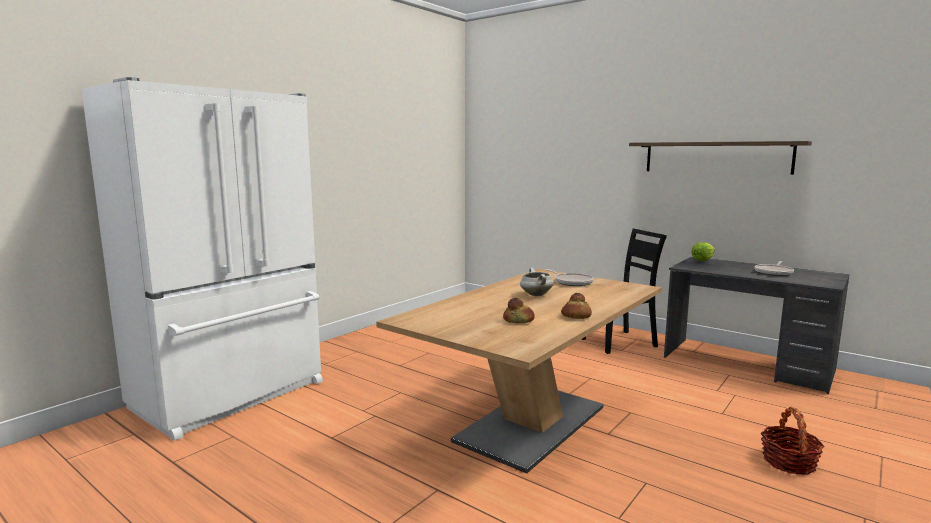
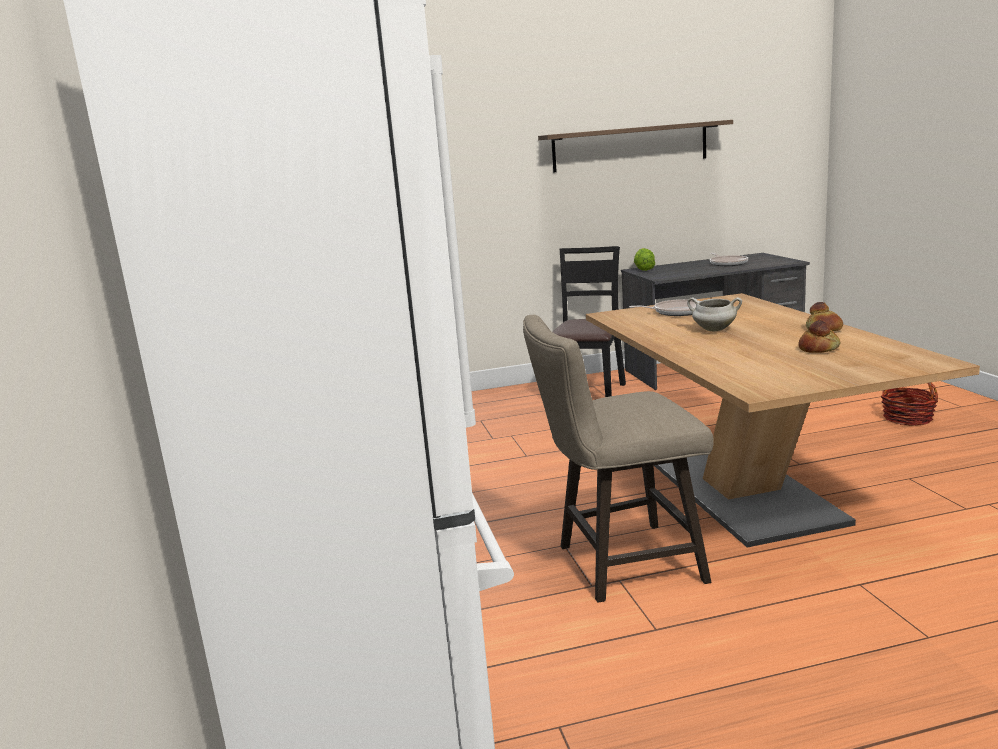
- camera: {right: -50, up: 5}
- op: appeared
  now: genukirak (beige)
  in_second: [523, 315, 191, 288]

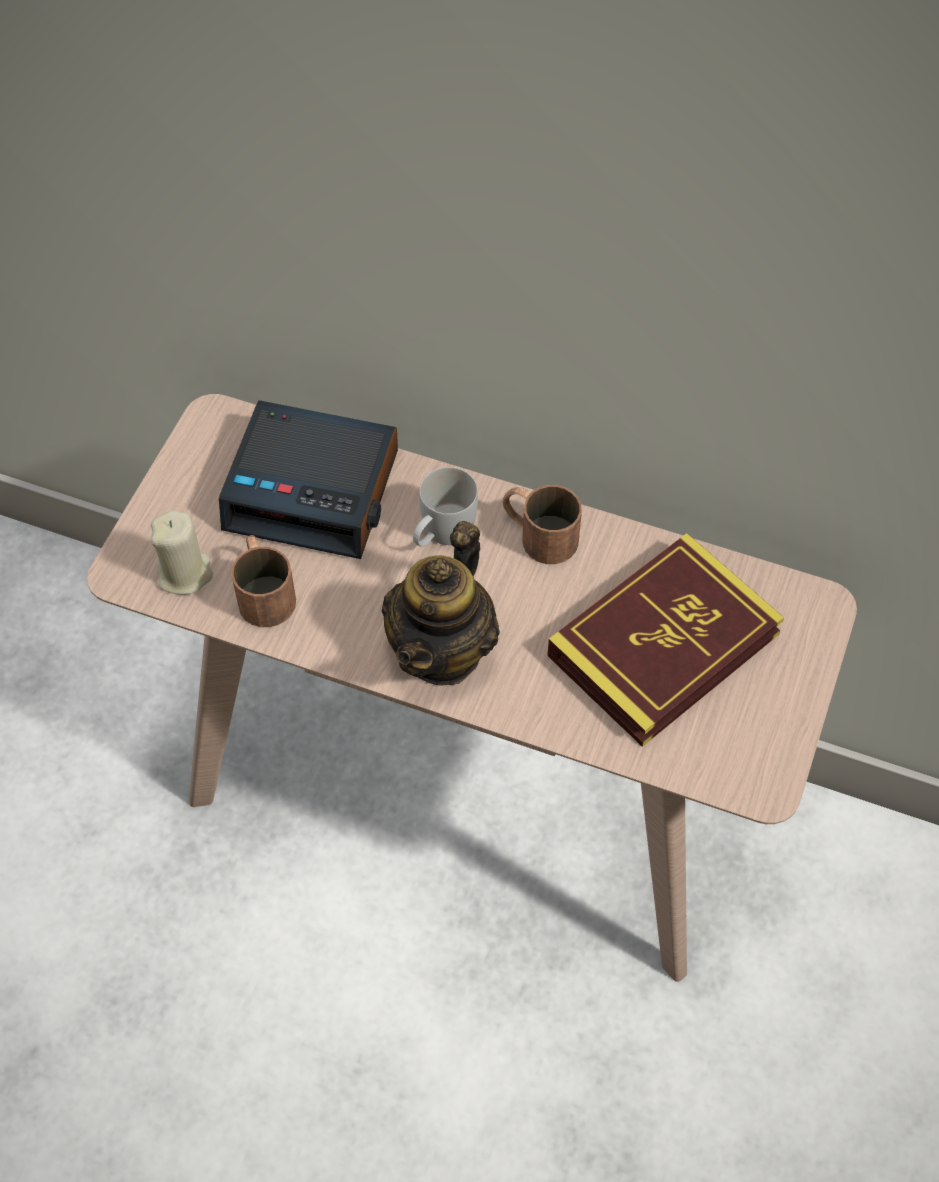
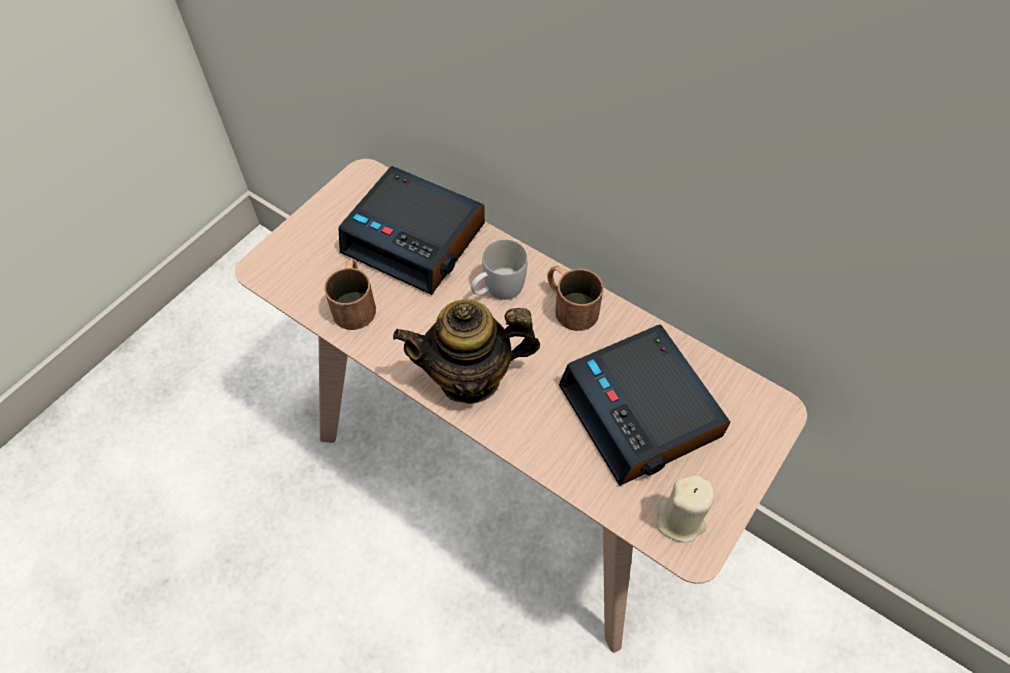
- camera: {right: 15, up: 0}
- op: relocated
  was: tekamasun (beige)
  in_first: [151, 510, 62, 85]
  in_second: [657, 475, 57, 68]
- op: exchanged
  was: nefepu
  now: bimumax
  in_first: [547, 533, 237, 214]
  in_second: [559, 324, 172, 162]
- op: spun
  was: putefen
  in_first: [382, 521, 118, 165]
  in_second: [393, 299, 147, 105]
  clockwise: 45

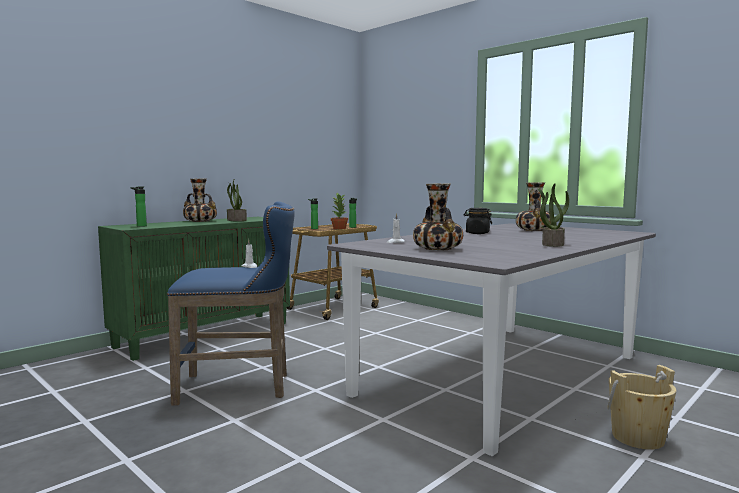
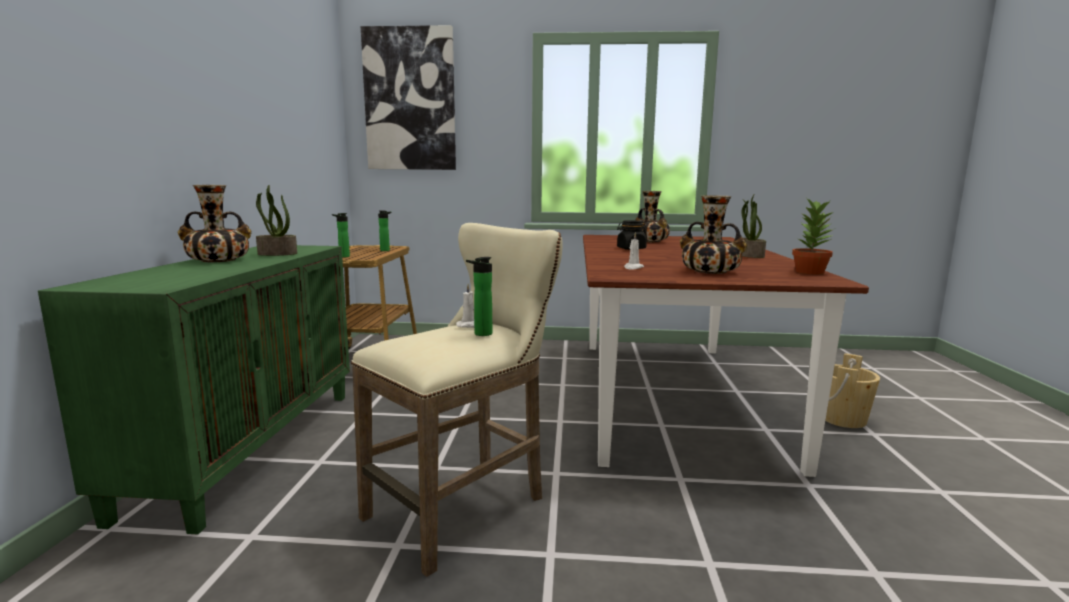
- camera: {right: -40, up: 5}
- op: appeared
  now: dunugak
  in_second: [361, 25, 95, 145]
- op: relocated
  was: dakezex
  in_first: [130, 187, 17, 40]
  in_second: [466, 257, 26, 79]
- op: relocated
  was: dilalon
  in_first: [331, 193, 17, 36]
  in_second: [792, 199, 42, 75]
- op: colour
  was: genukirak (blue)
  now: genukirak (beige)
  in_first: [167, 202, 128, 204]
  in_second: [351, 223, 211, 354]
- op: colour
  was: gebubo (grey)
  now: gebubo (brown)
  in_first: [327, 223, 329, 233]
  in_second: [583, 235, 286, 242]

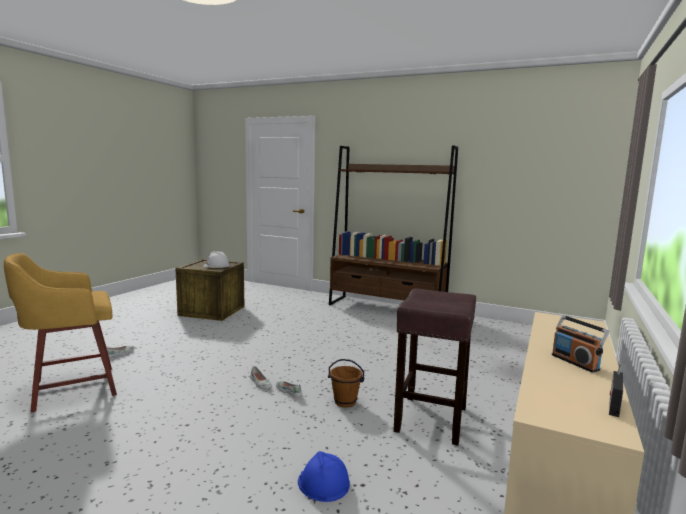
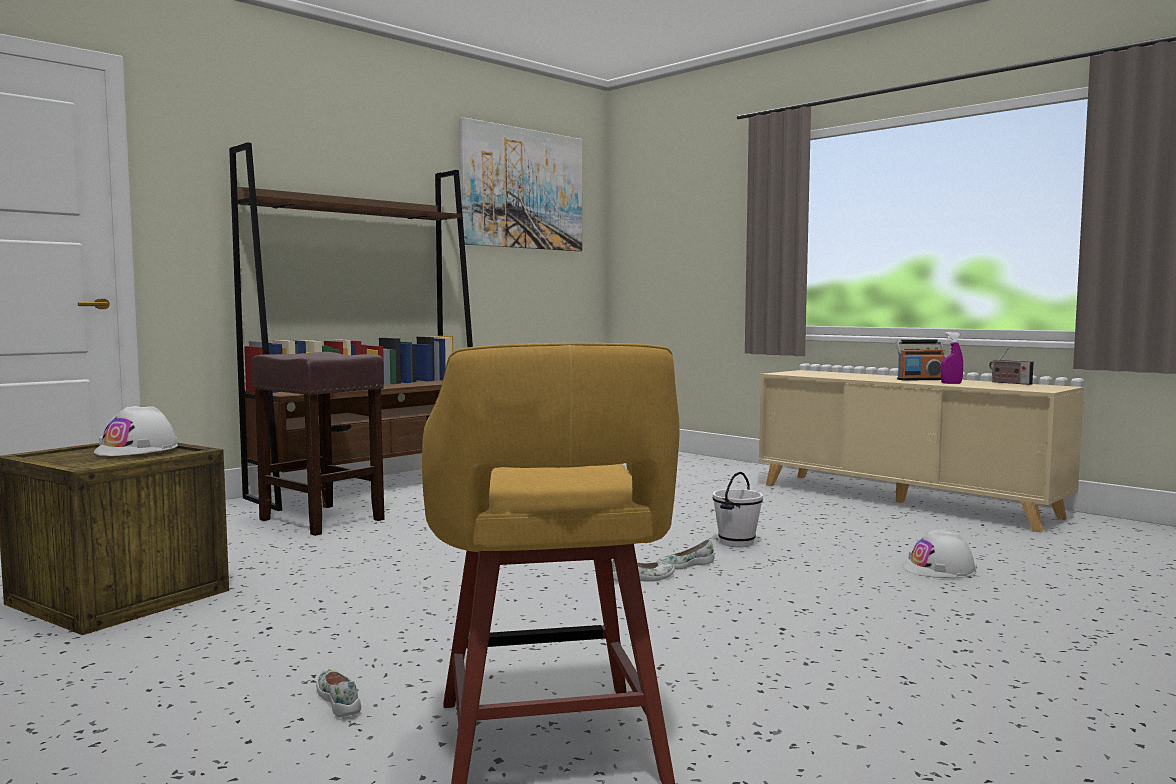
- camera: {right: -70, up: -5}
- op: appeared
  now: dunugak
  in_second: [459, 117, 123, 134]
- op: appeared
  now: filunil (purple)
  in_second: [940, 332, 23, 52]
- op: relocated
  was: genukirak (brown)
  in_first: [393, 288, 83, 158]
  in_second: [251, 352, 133, 184]
- op: colour
  was: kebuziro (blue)
  now: kebuziro (white)
  in_first: [298, 451, 52, 51]
  in_second: [903, 529, 74, 49]
- op: colour
  was: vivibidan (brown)
  now: vivibidan (white)
  in_first: [328, 359, 36, 49]
  in_second: [713, 472, 50, 75]

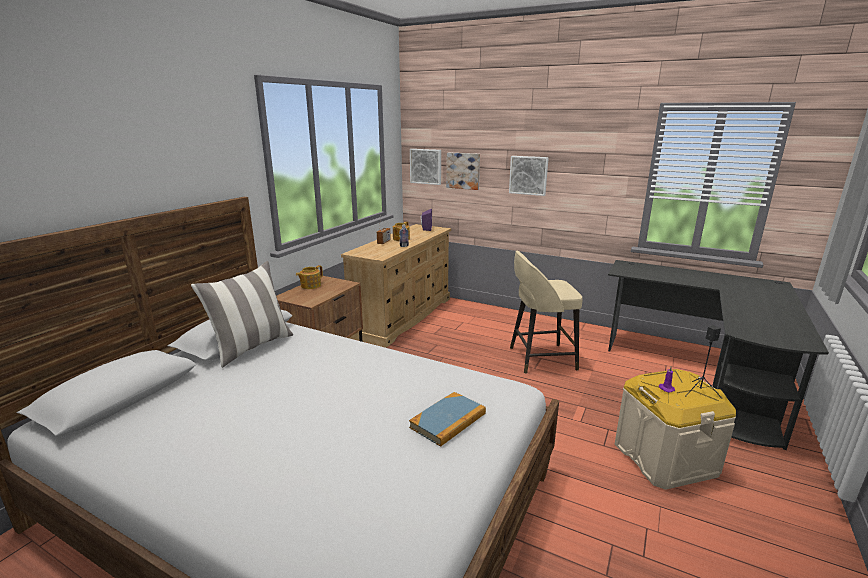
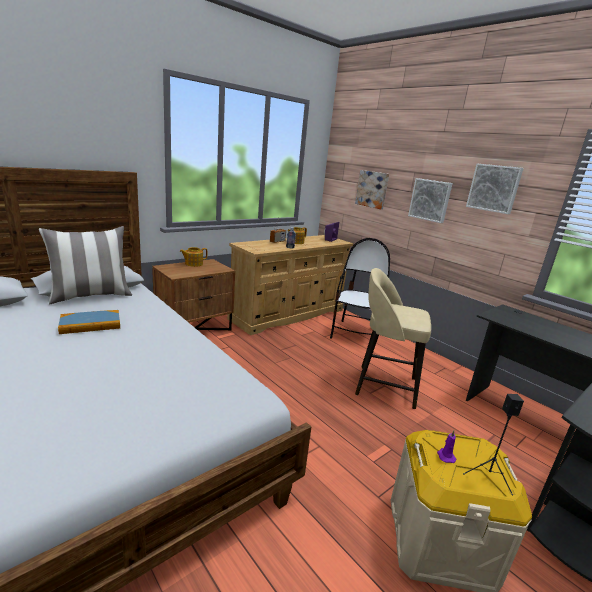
- camera: {right: 20, up: 0}
- op: appeared
  now: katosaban
  in_second: [330, 238, 60, 101]
- op: relocated
  was: nefepu
  in_first: [409, 392, 77, 55]
  in_second: [58, 310, 62, 24]
- op: relocated
  was: dunugak
  in_first: [410, 149, 31, 36]
  in_second: [466, 163, 58, 51]

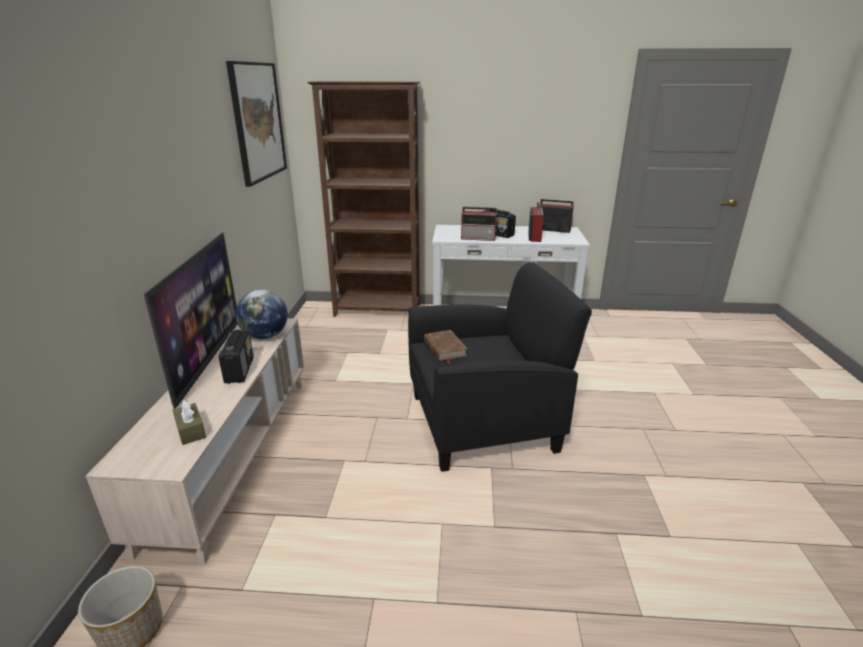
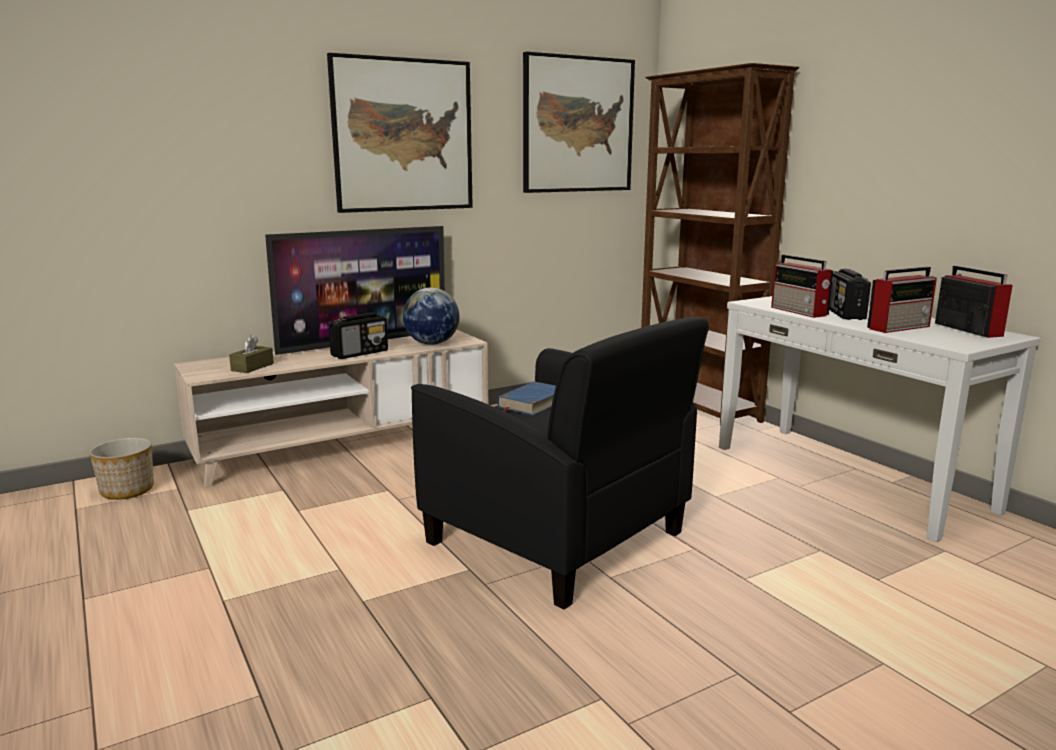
- camera: {right: 55, up: -10}
- op: appeared
  now: dunugak
  in_second: [327, 53, 146, 160]
- op: colour
  was: nefepu (brown)
  now: nefepu (blue)
  in_first: [424, 330, 43, 34]
  in_second: [497, 381, 59, 34]

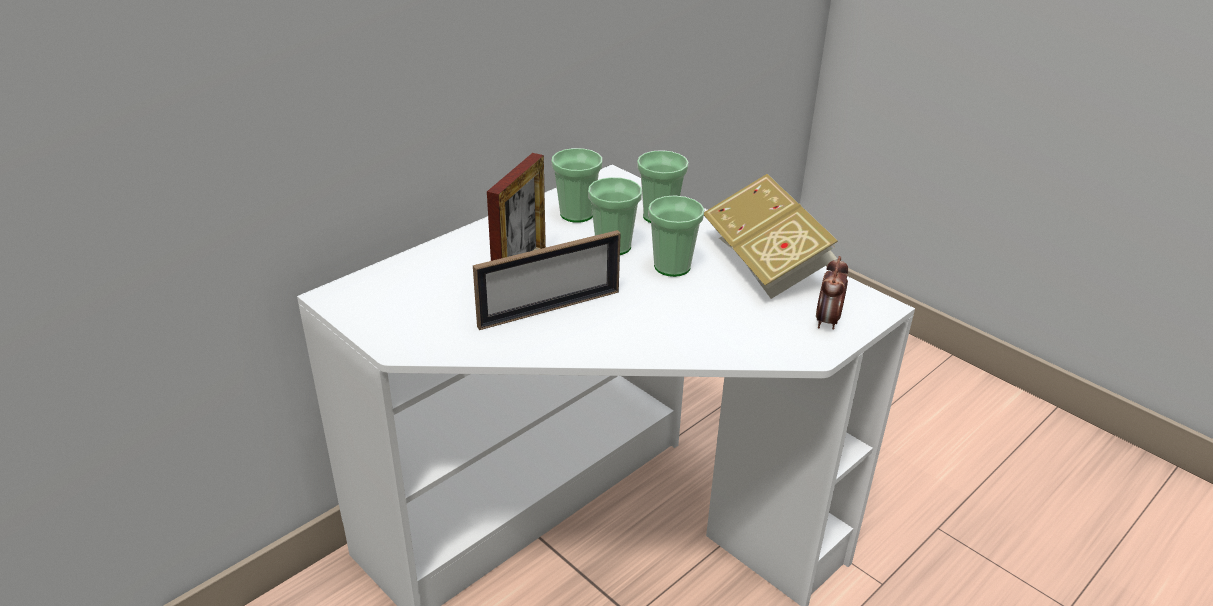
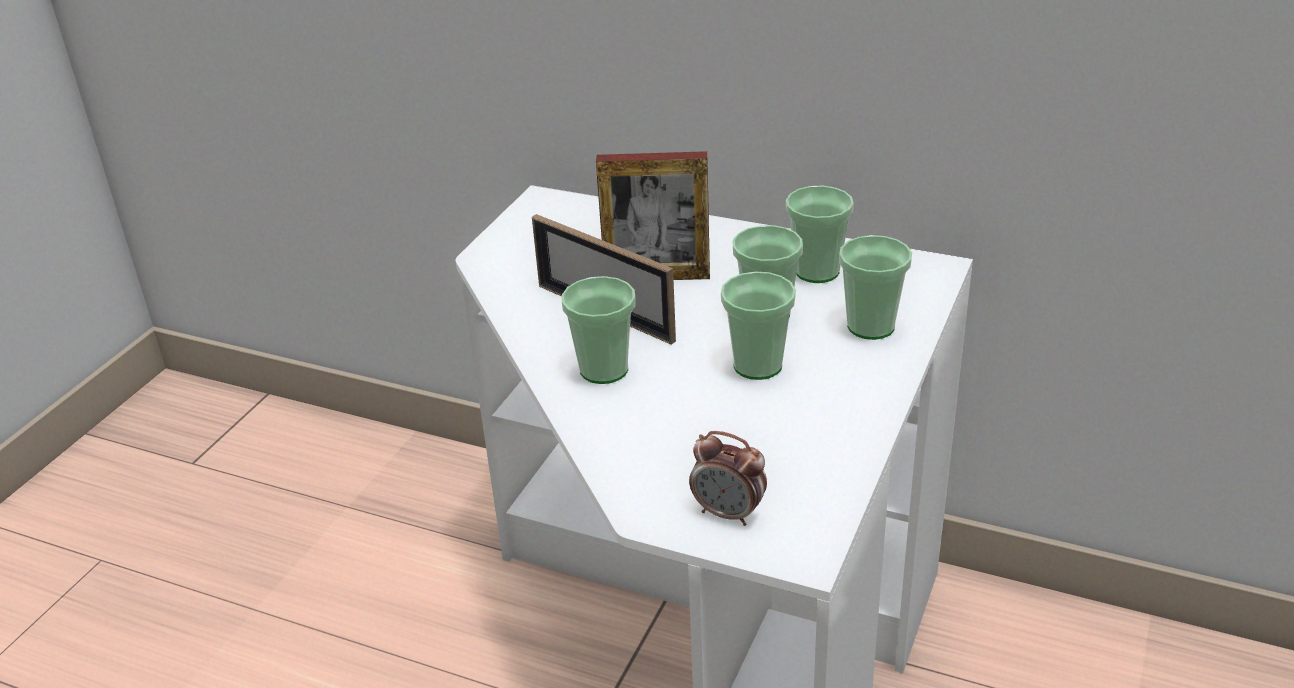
- camera: {right: 70, up: 0}
- op: missing
  was: nefepu
  in_first: [704, 174, 134, 125]
- op: appeared
  now: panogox
  in_second: [562, 276, 74, 108]
- op: spun
  was: bimumax
  in_first: [816, 256, 32, 74]
  in_second: [689, 431, 78, 95]
  clockwise: -150

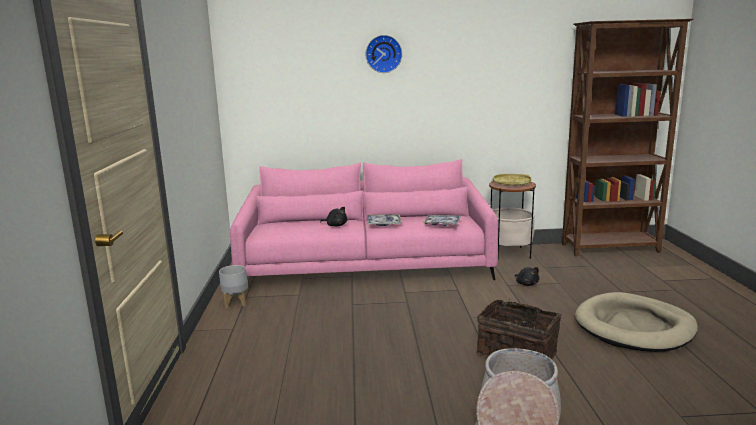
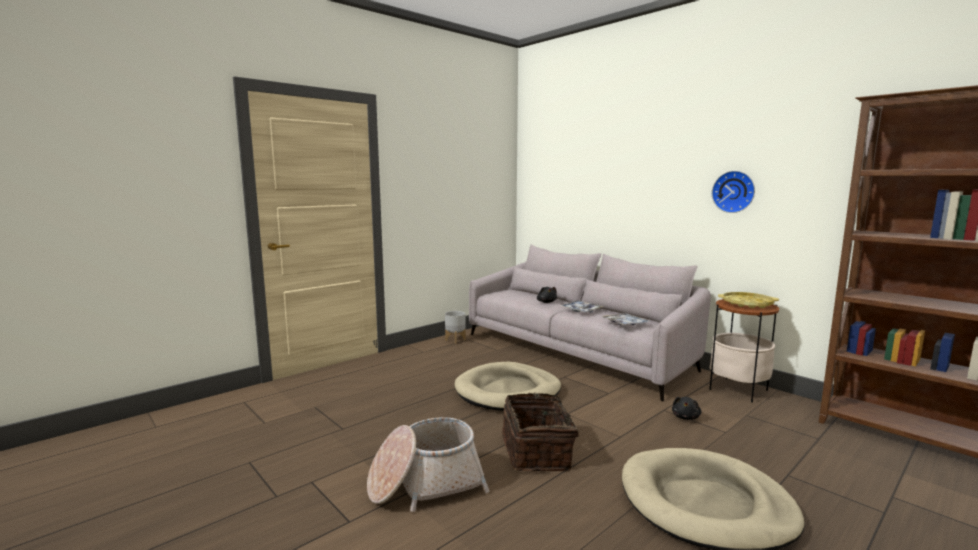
- camera: {right: 50, up: -5}
- op: appeared
  now: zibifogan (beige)
  in_second: [455, 362, 106, 49]
- op: relocated
  was: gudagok
  in_first: [366, 35, 36, 38]
  in_second: [712, 171, 43, 42]
- op: colour
  was: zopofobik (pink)
  now: zopofobik (grey)
  in_first: [230, 159, 268, 121]
  in_second: [469, 245, 242, 156]

